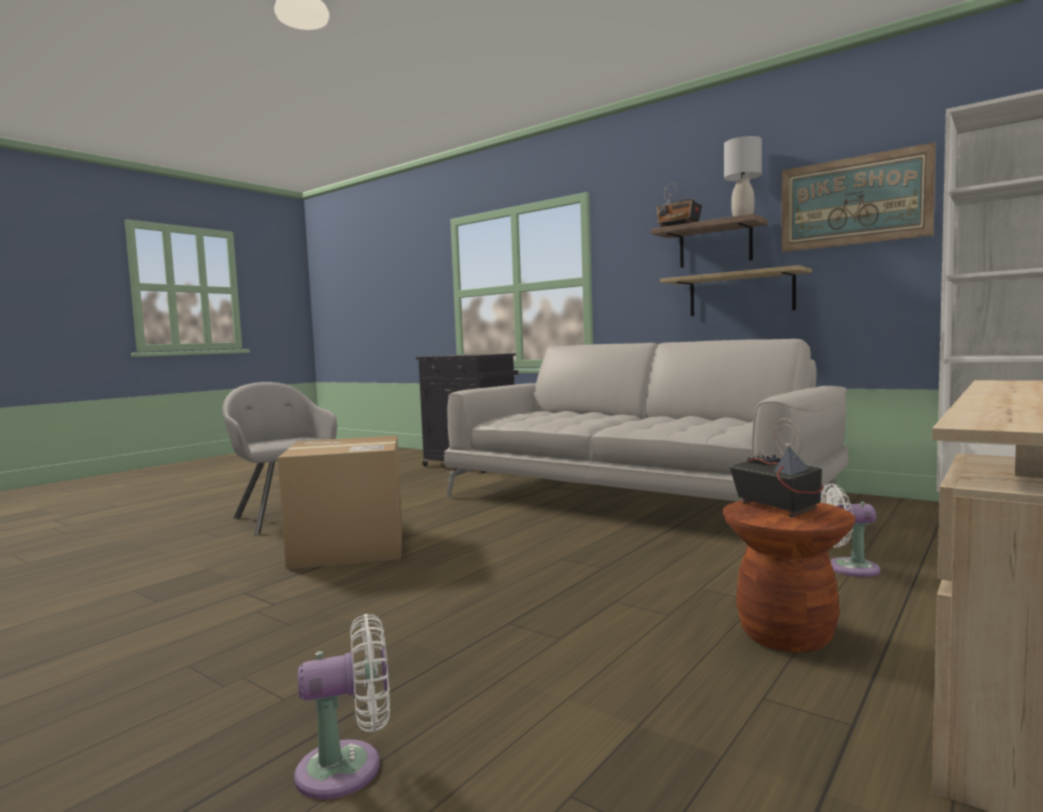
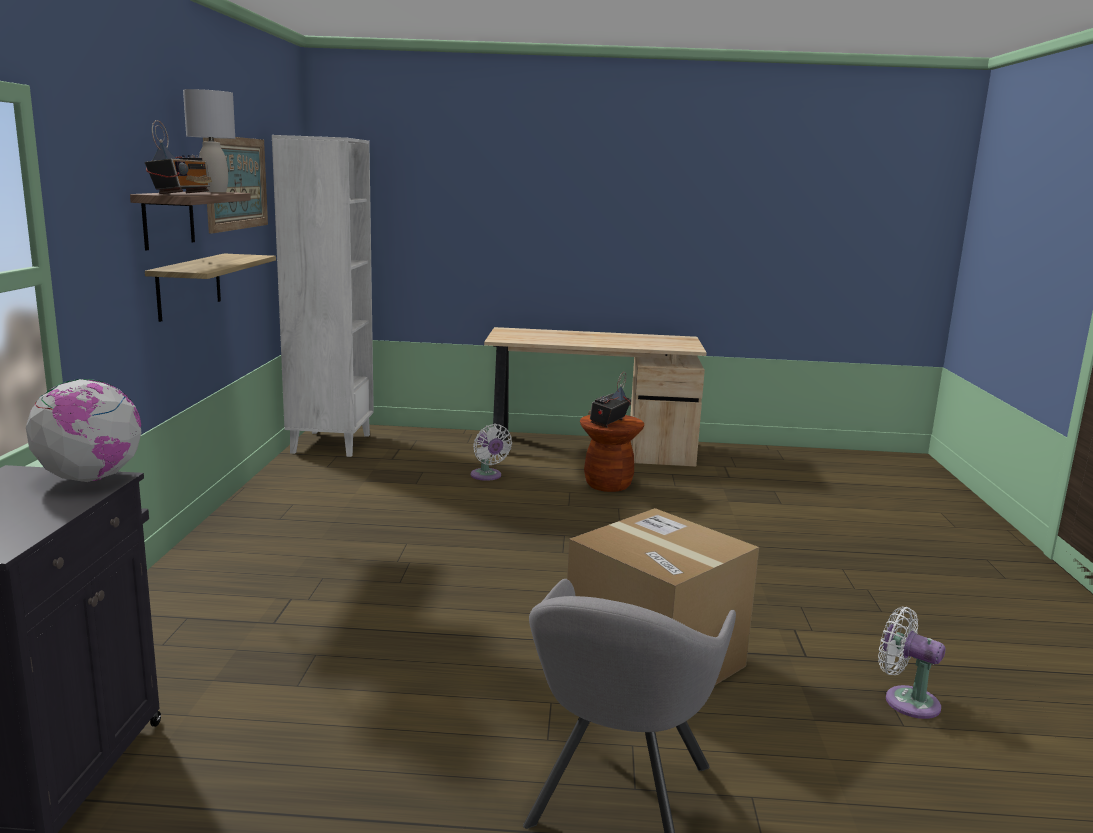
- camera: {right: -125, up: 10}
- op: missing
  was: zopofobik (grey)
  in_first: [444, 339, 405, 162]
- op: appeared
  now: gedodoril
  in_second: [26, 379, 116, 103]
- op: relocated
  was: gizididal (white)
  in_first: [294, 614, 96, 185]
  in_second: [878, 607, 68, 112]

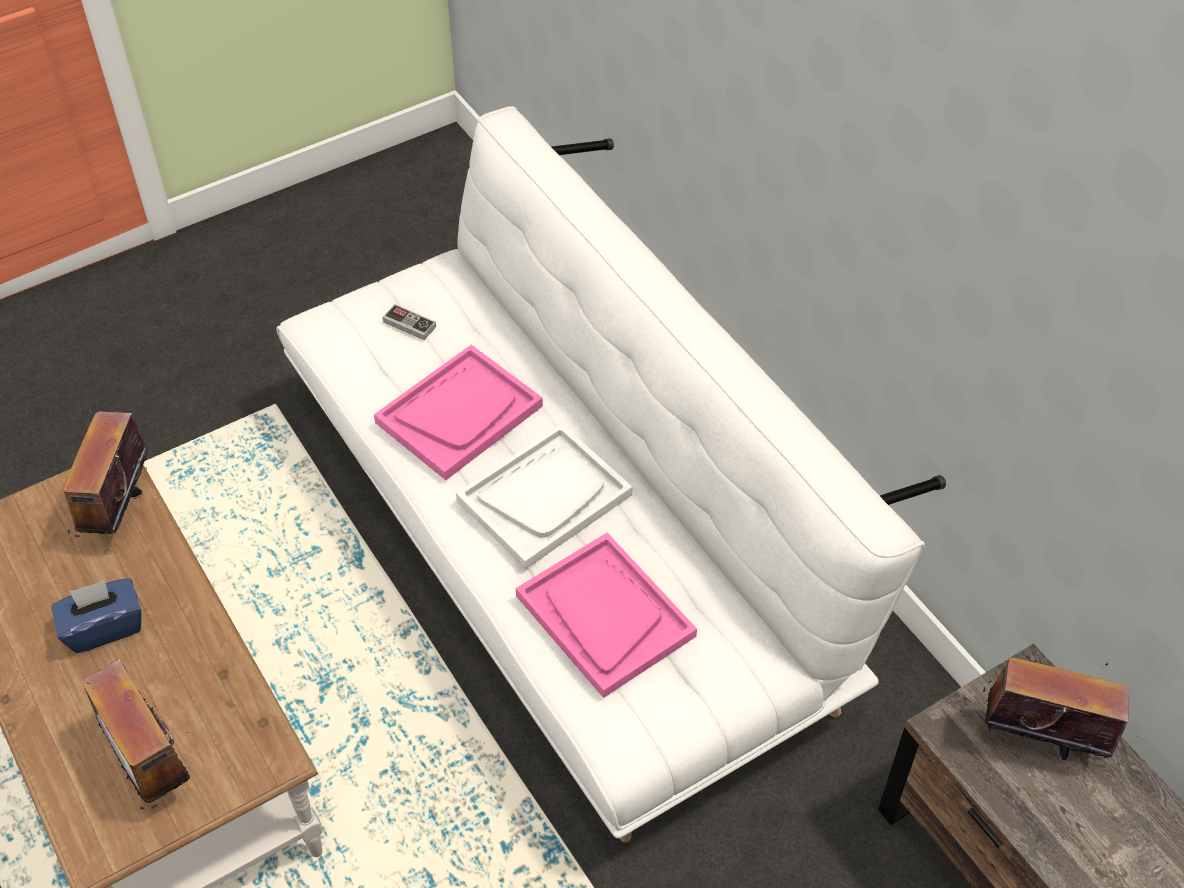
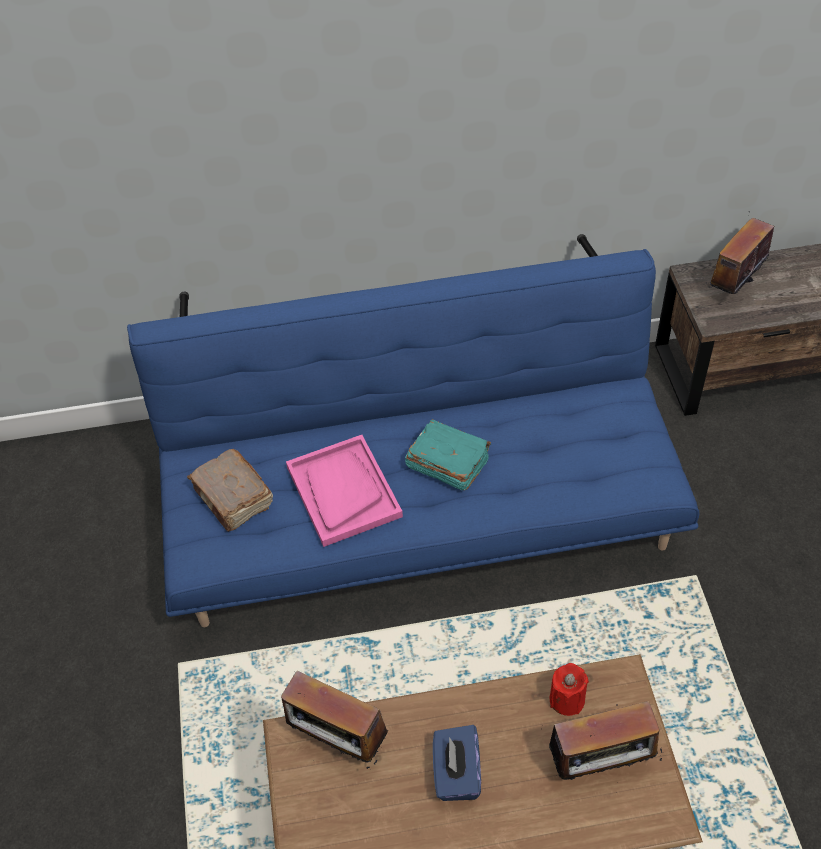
- camera: {right: -65, up: 0}
- op: missing
  was: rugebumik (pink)
  in_first: [516, 533, 181, 165]
- op: appeared
  now: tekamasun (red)
  in_second: [550, 663, 39, 53]
- op: exchanged
  was: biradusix
  now: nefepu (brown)
  in_first: [382, 304, 54, 36]
  in_second: [187, 449, 86, 83]
- op: exchanged
  was: rugebumik (white)
  now: nefepu (turquoise)
  in_first: [456, 424, 176, 145]
  in_second: [405, 419, 86, 71]
- op: colour
  was: zopofobik (white)
  now: zopofobik (blue)
  in_first: [277, 106, 669, 736]
  in_second: [127, 234, 572, 393]

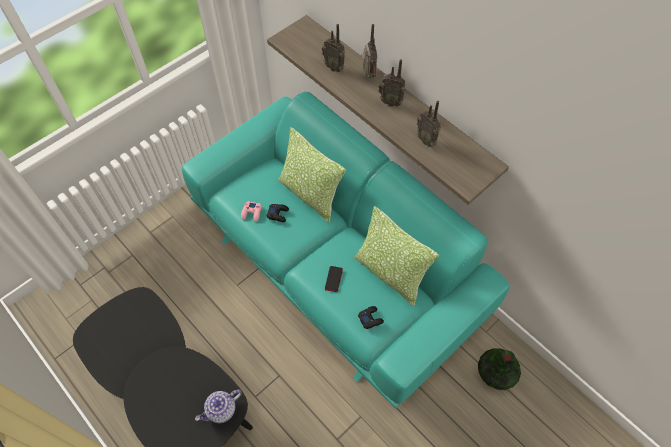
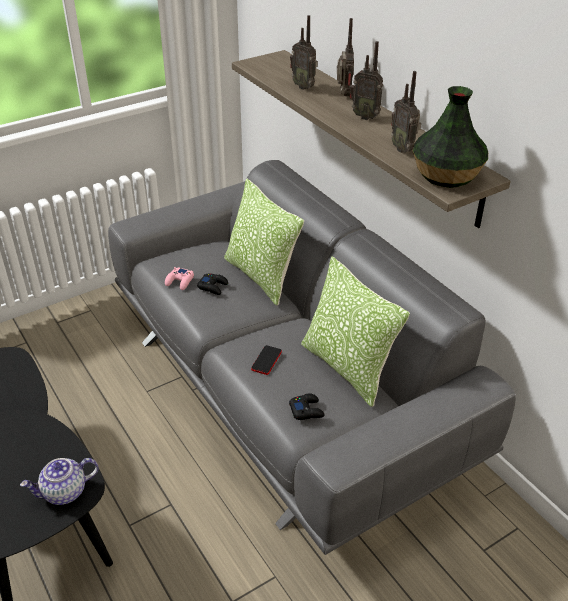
- camera: {right: 10, up: -20}
- op: relocated
  was: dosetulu
  in_first: [478, 348, 43, 42]
  in_second: [413, 86, 75, 102]
- op: colour
  was: zopofobik (turquoise)
  now: zopofobik (grey)
  in_first: [182, 92, 328, 317]
  in_second: [108, 160, 408, 395]

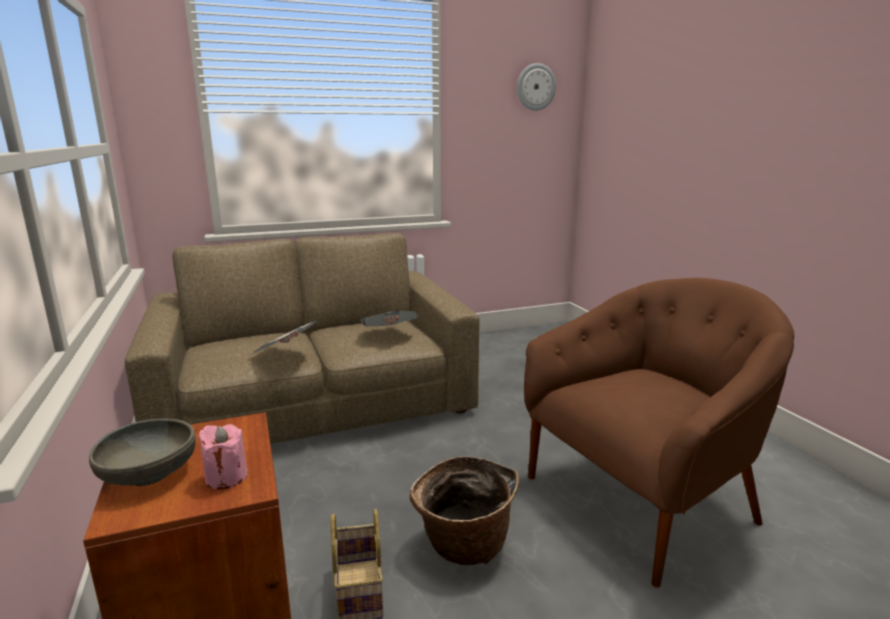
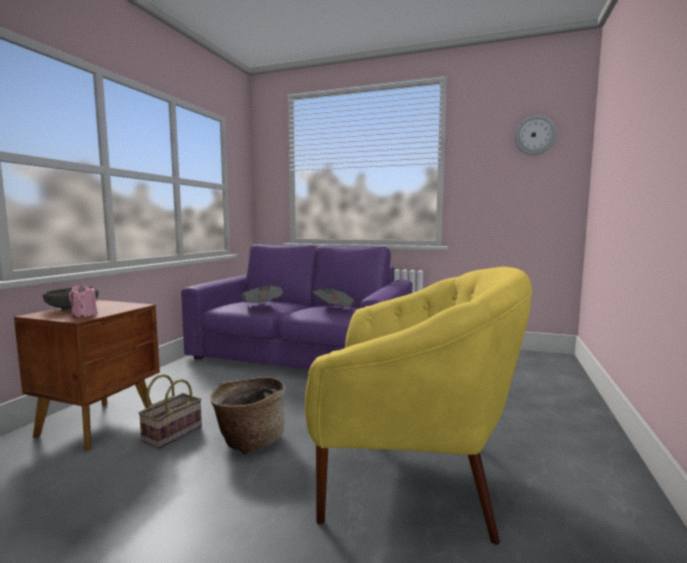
- camera: {right: 40, up: -10}
- op: colour
  was: zopofobik (brown)
  now: zopofobik (purple)
  in_first: [125, 233, 355, 211]
  in_second: [181, 244, 231, 126]
- op: colour
  was: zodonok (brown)
  now: zodonok (yellow)
  in_first: [524, 278, 270, 310]
  in_second: [305, 267, 228, 278]

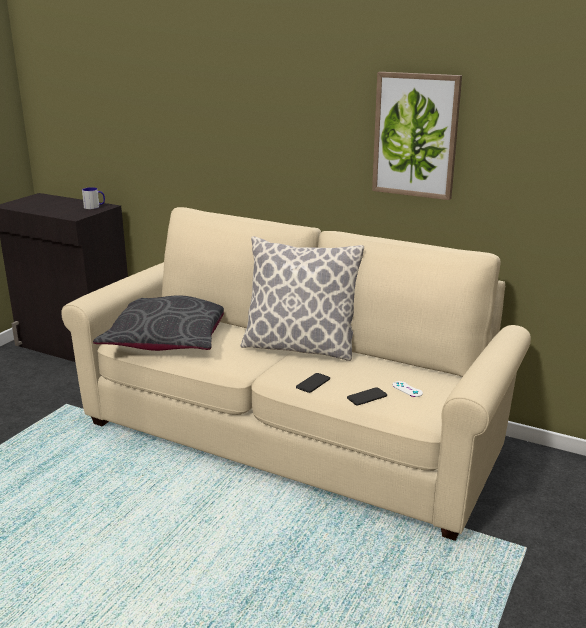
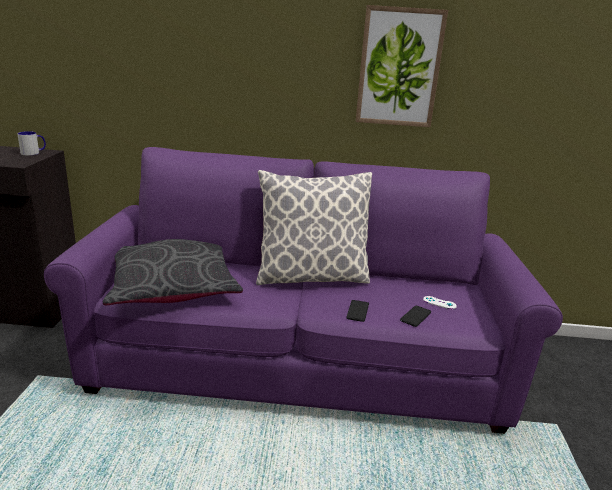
- camera: {right: -25, up: 0}
- op: colour
  was: zopofobik (beige)
  now: zopofobik (purple)
  in_first: [61, 207, 470, 334]
  in_second: [44, 147, 519, 287]

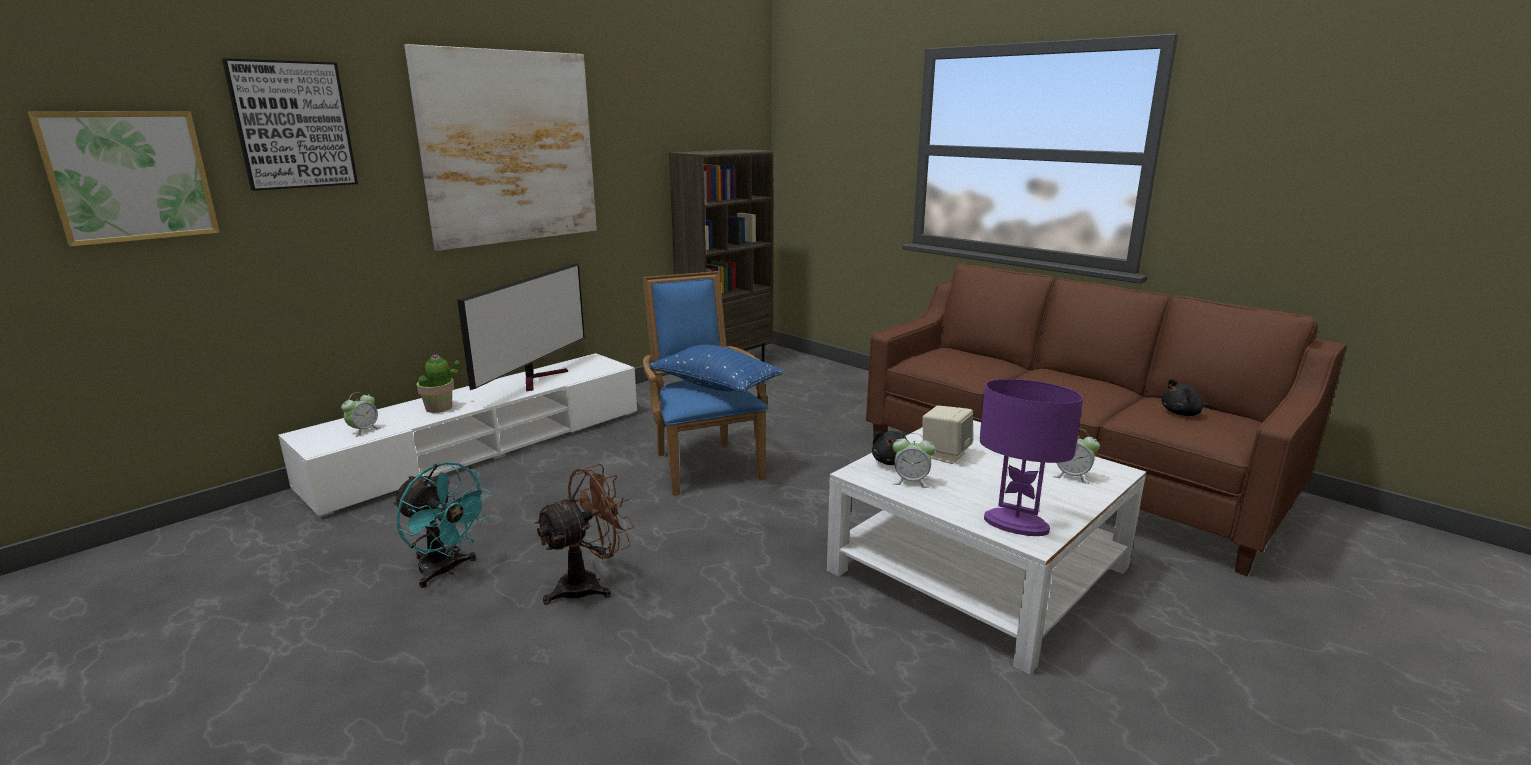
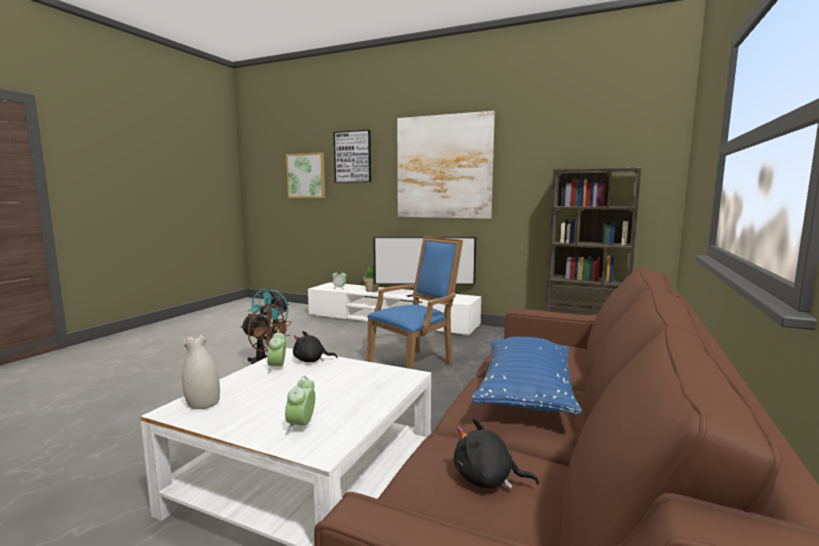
- camera: {right: 70, up: -10}
- op: missing
  was: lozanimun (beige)
  in_first: [923, 406, 50, 58]
- op: relocated
  was: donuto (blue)
  in_first: [649, 345, 136, 48]
  in_second: [472, 337, 110, 77]
- op: exchanged
  was: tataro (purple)
  now: dosetulu (white)
  in_first: [980, 379, 103, 157]
  in_second: [182, 335, 38, 74]
- op: spun
  was: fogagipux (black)
  in_first: [1162, 379, 50, 37]
  in_second: [454, 418, 85, 71]
  clockwise: -45

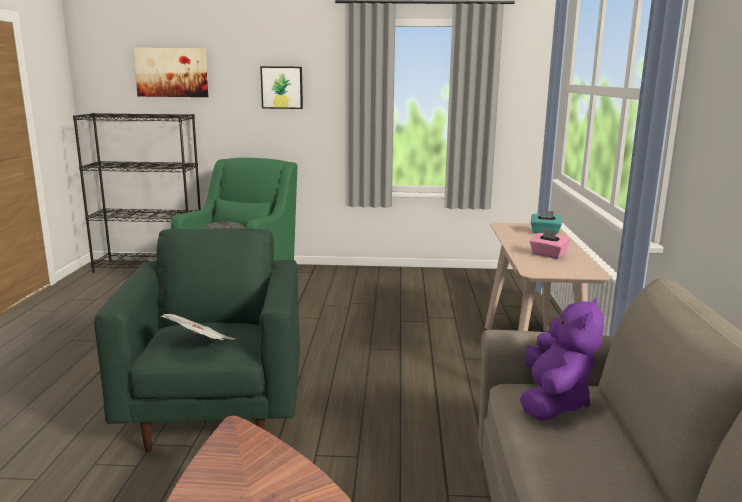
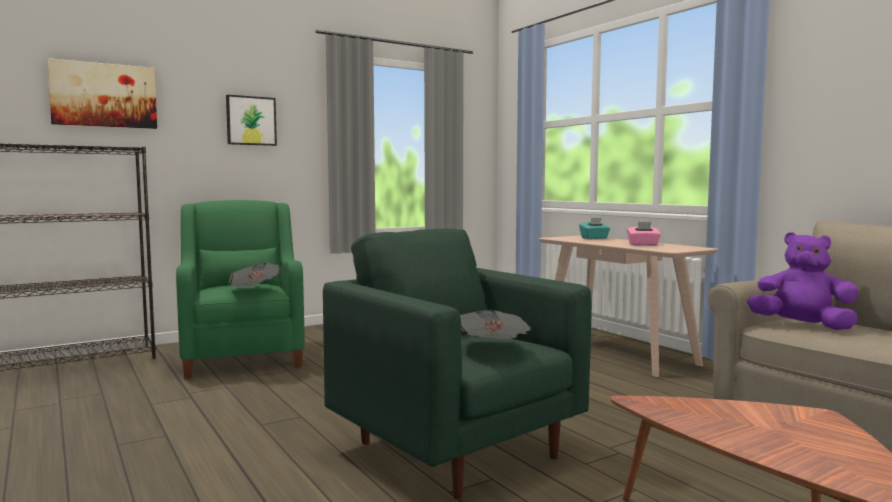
- camera: {right: -35, up: -10}
- op: spun
  was: fogagipux (purple)
  in_first: [520, 298, 84, 122]
  in_second: [747, 232, 112, 98]
  clockwise: -45

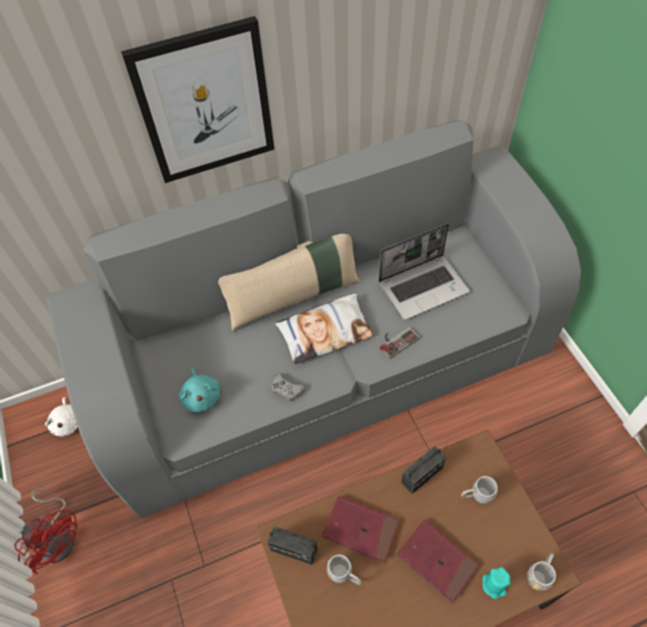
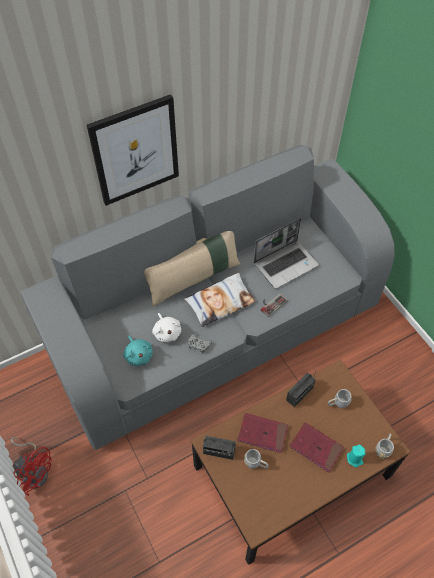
- camera: {right: -10, up: 0}
- op: relocated
  was: fogagipux (white)
  in_first: [45, 397, 33, 39]
  in_second: [152, 313, 29, 30]

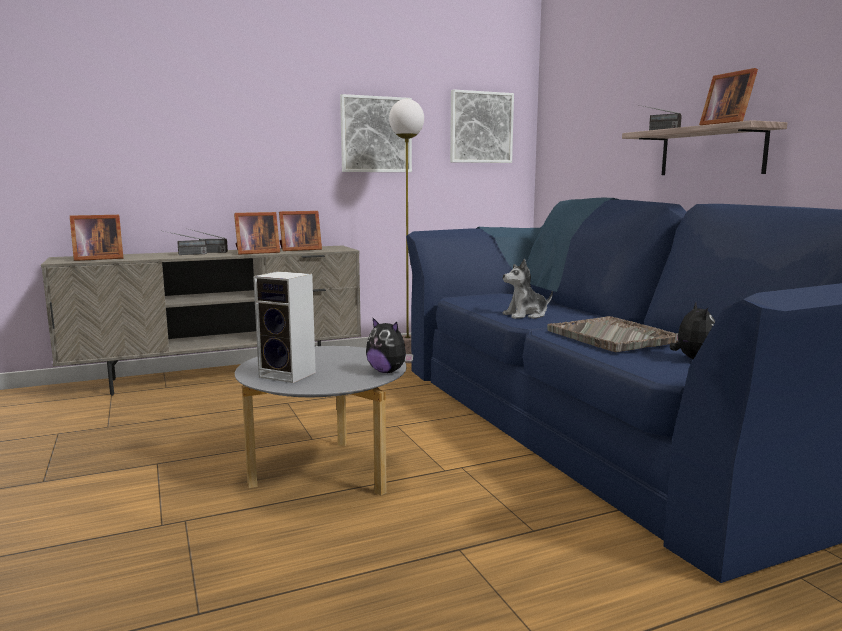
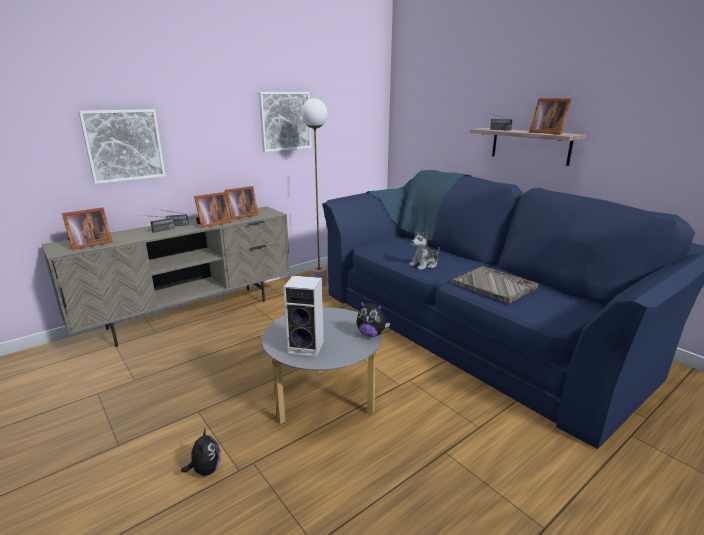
- camera: {right: -15, up: 10}
- op: relocated
  was: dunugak
  in_first: [450, 89, 64, 74]
  in_second: [78, 109, 88, 75]
- op: relocated
  was: fogagipux
  in_first: [670, 303, 45, 56]
  in_second: [181, 429, 40, 47]

